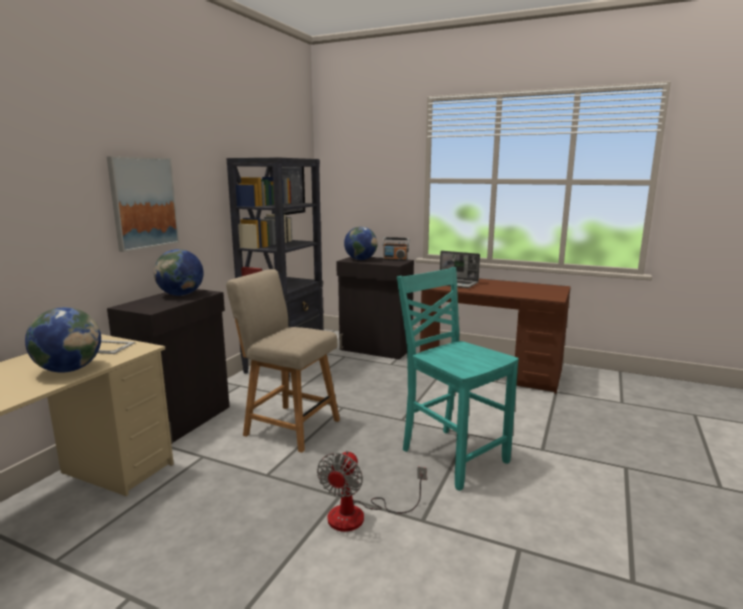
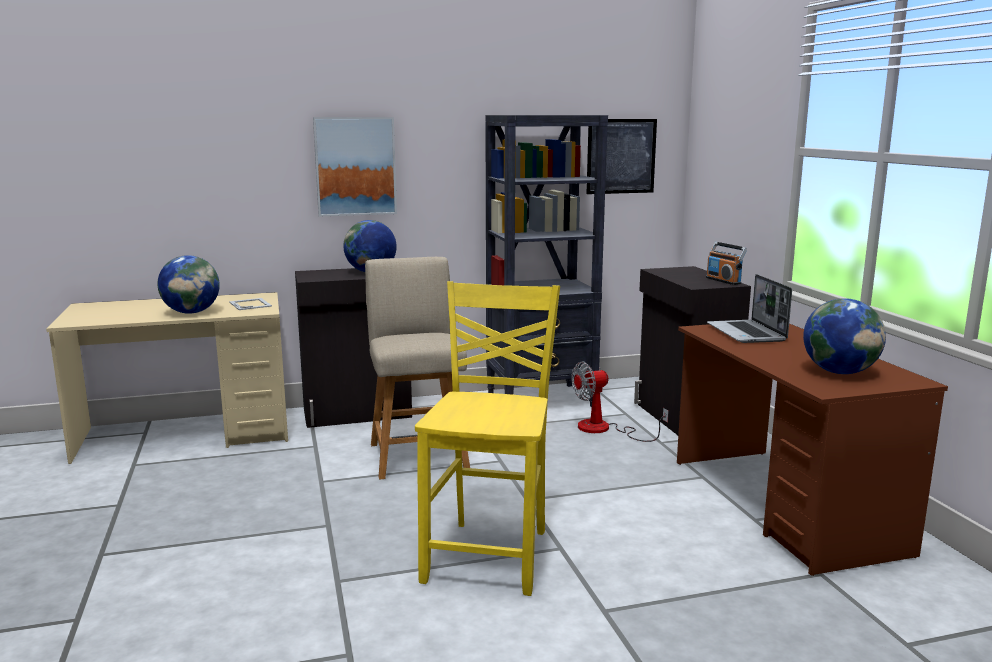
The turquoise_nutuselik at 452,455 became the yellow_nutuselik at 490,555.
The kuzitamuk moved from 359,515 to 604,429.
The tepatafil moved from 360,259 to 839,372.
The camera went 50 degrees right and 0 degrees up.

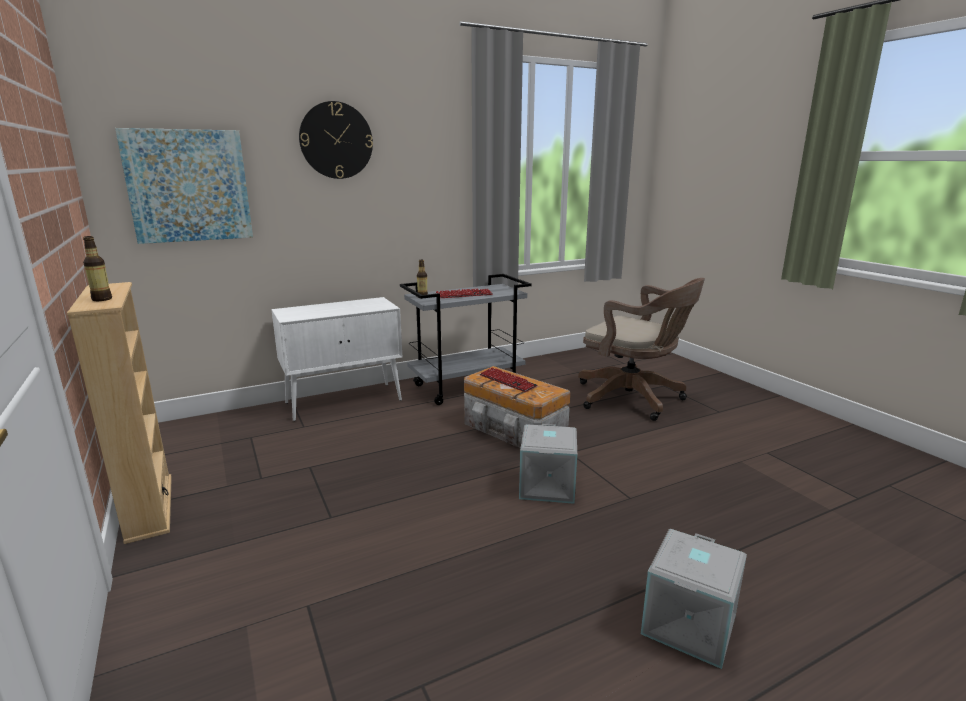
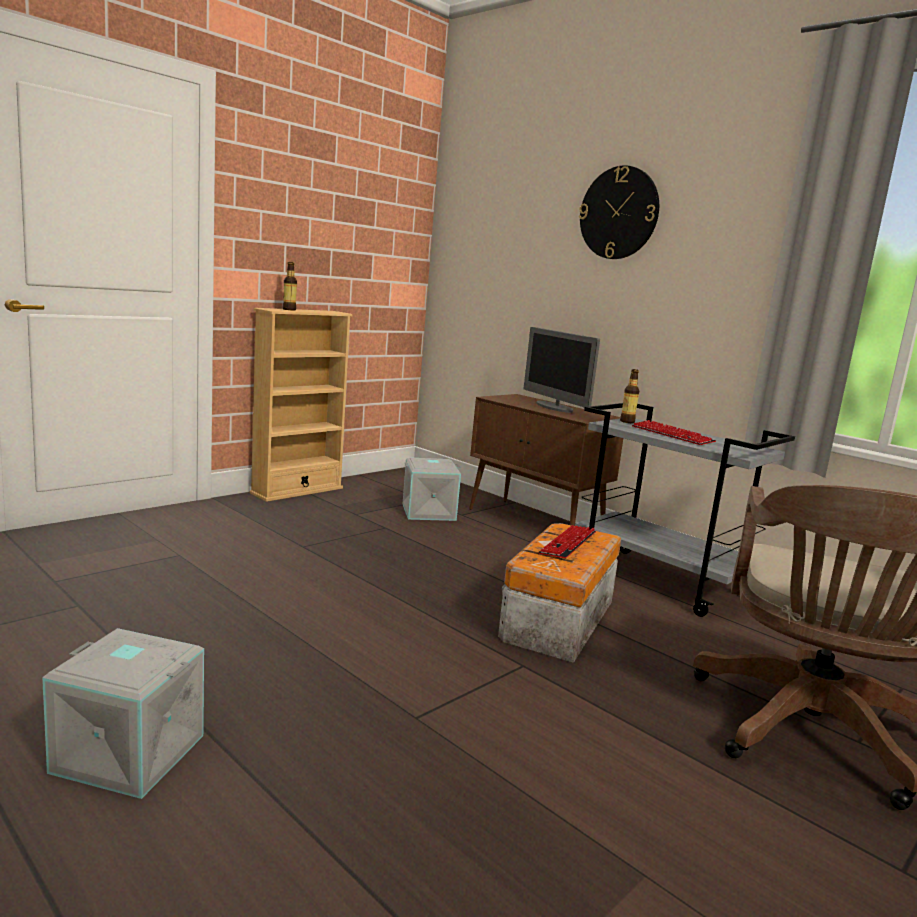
The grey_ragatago moved from 548,486 to 428,512.
The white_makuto at 345,401 became the brown_makuto at 536,523.
The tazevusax at 554,407 appeared.
The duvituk at 188,186 disappeared.
The camera went 70 degrees right and 5 degrees down.

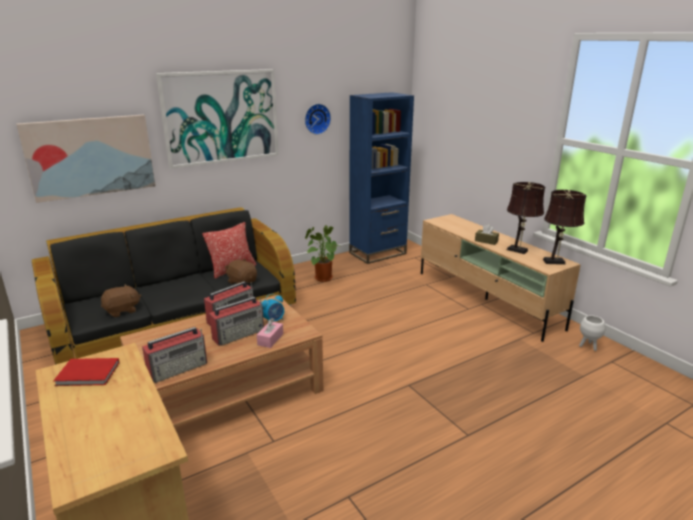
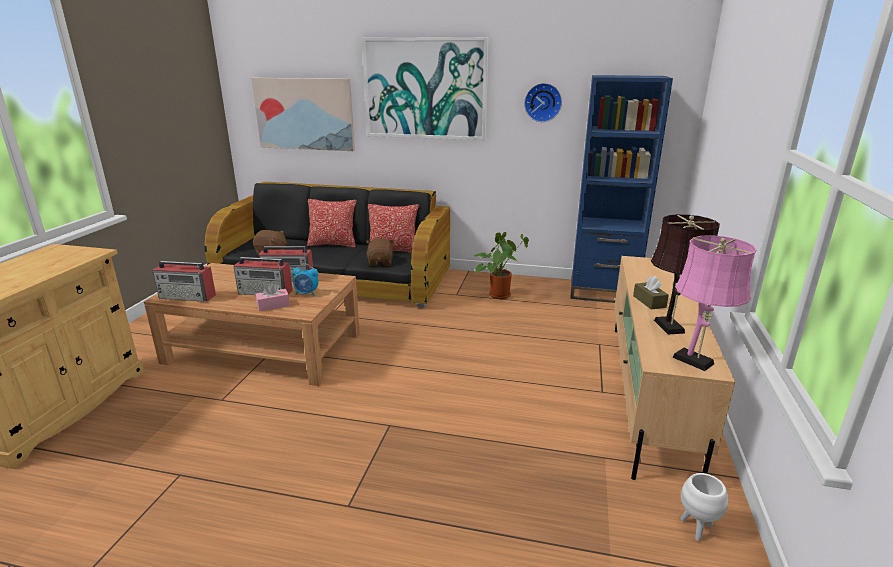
The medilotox at 333,244 appeared.
The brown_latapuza at 556,262 became the pink_latapuza at 696,362.
The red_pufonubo at 89,374 disappeared.
The camera went 45 degrees right and 0 degrees up.

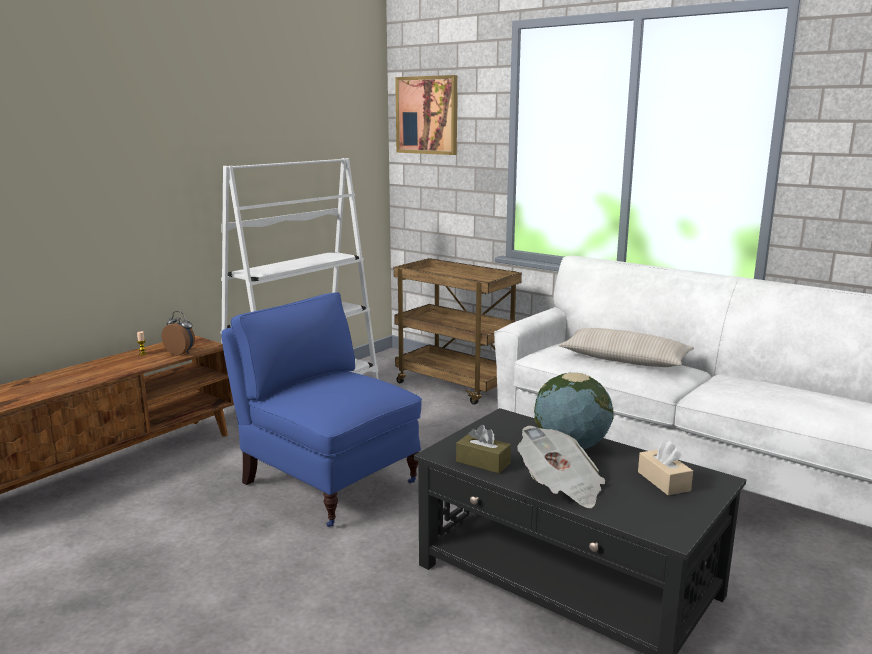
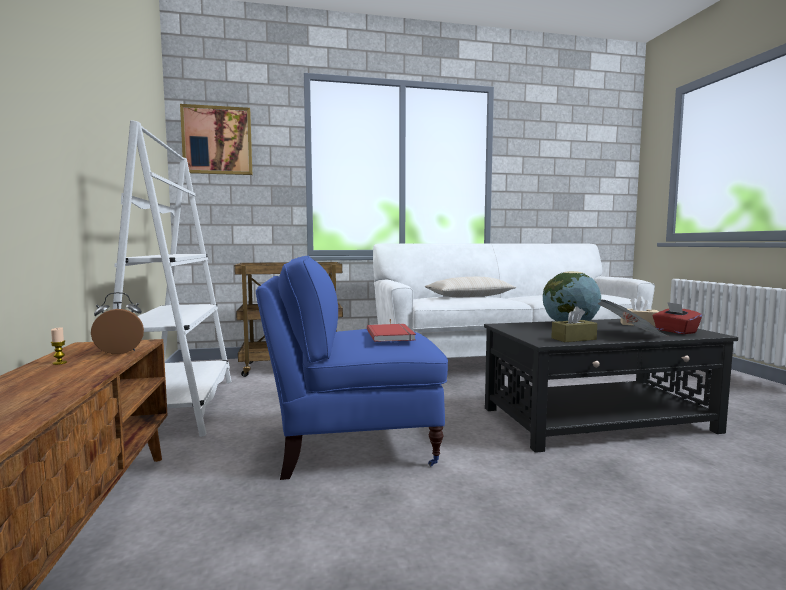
The red_pufonubo at 392,335 appeared.
The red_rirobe at 675,331 appeared.
The camera went 50 degrees left and 10 degrees down.

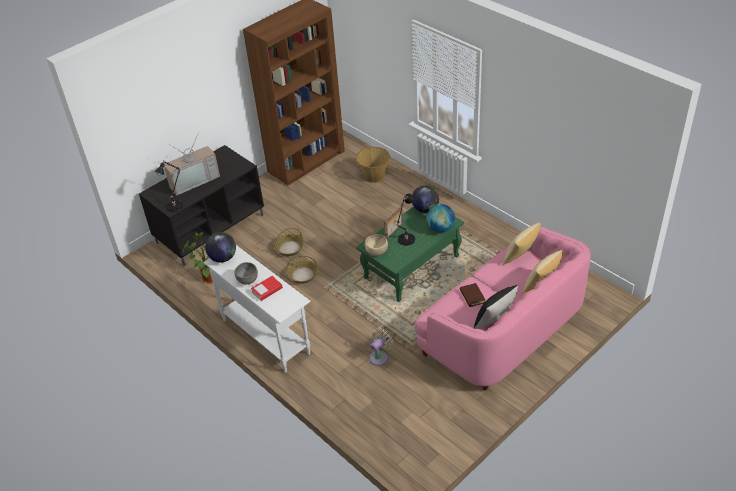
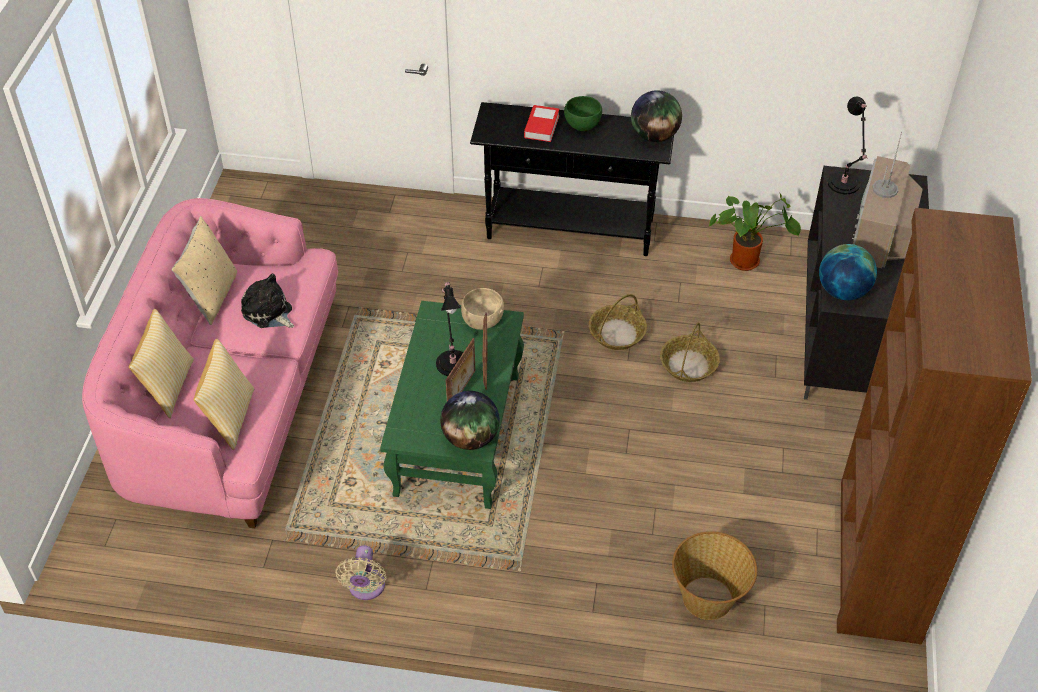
The black_medilotox at 494,321 became the beige_medilotox at 212,296.
The brown_pufonubo at 472,296 was replaced by the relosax at 268,313.
The beige_kuzitamuk moved from 380,356 to 366,588.
The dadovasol at 462,391 appeared.
The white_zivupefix at 265,336 became the black_zivupefix at 570,230.
The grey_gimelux at 247,280 became the green_gimelux at 583,126.
The tepatafil moved from 440,228 to 842,291.
The camera went 140 degrees right and 5 degrees up.

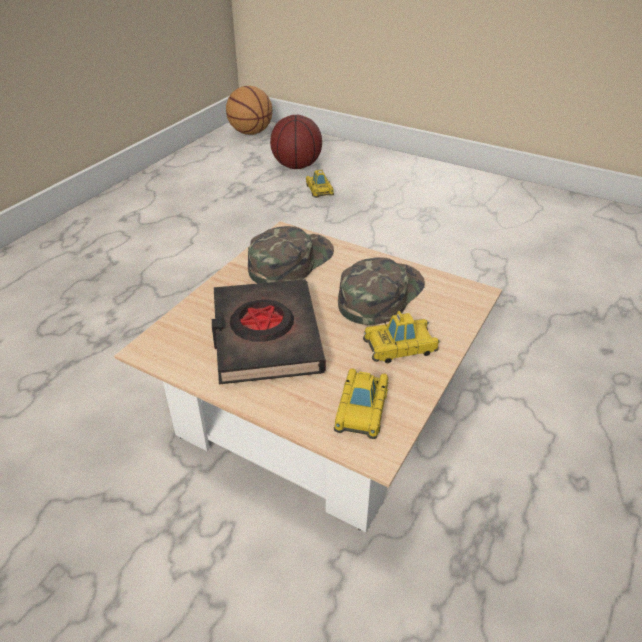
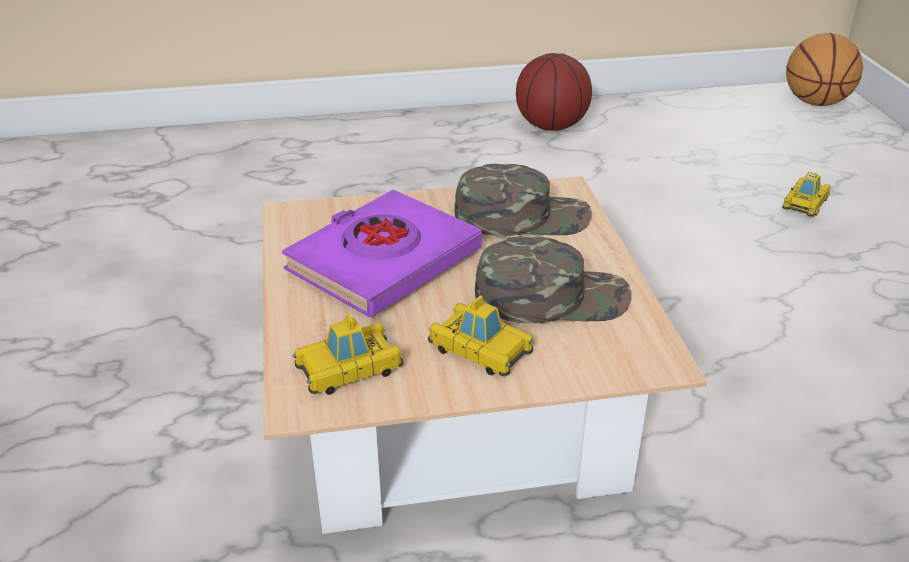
The black_pufonubo at 265,337 became the purple_pufonubo at 383,261.
The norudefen moved from 297,166 to 552,126.
The camera went 50 degrees right and 5 degrees down.

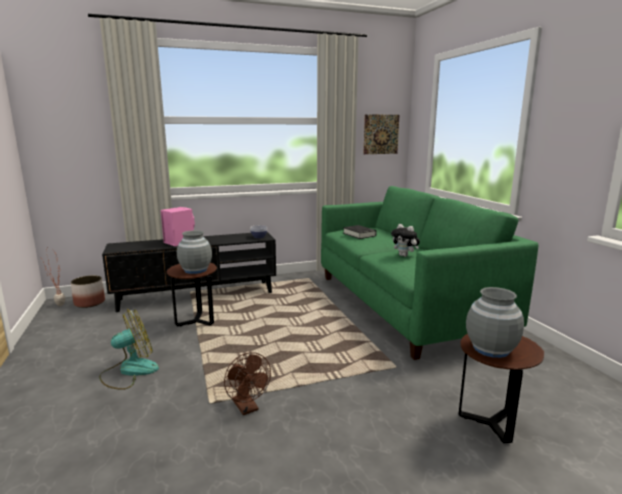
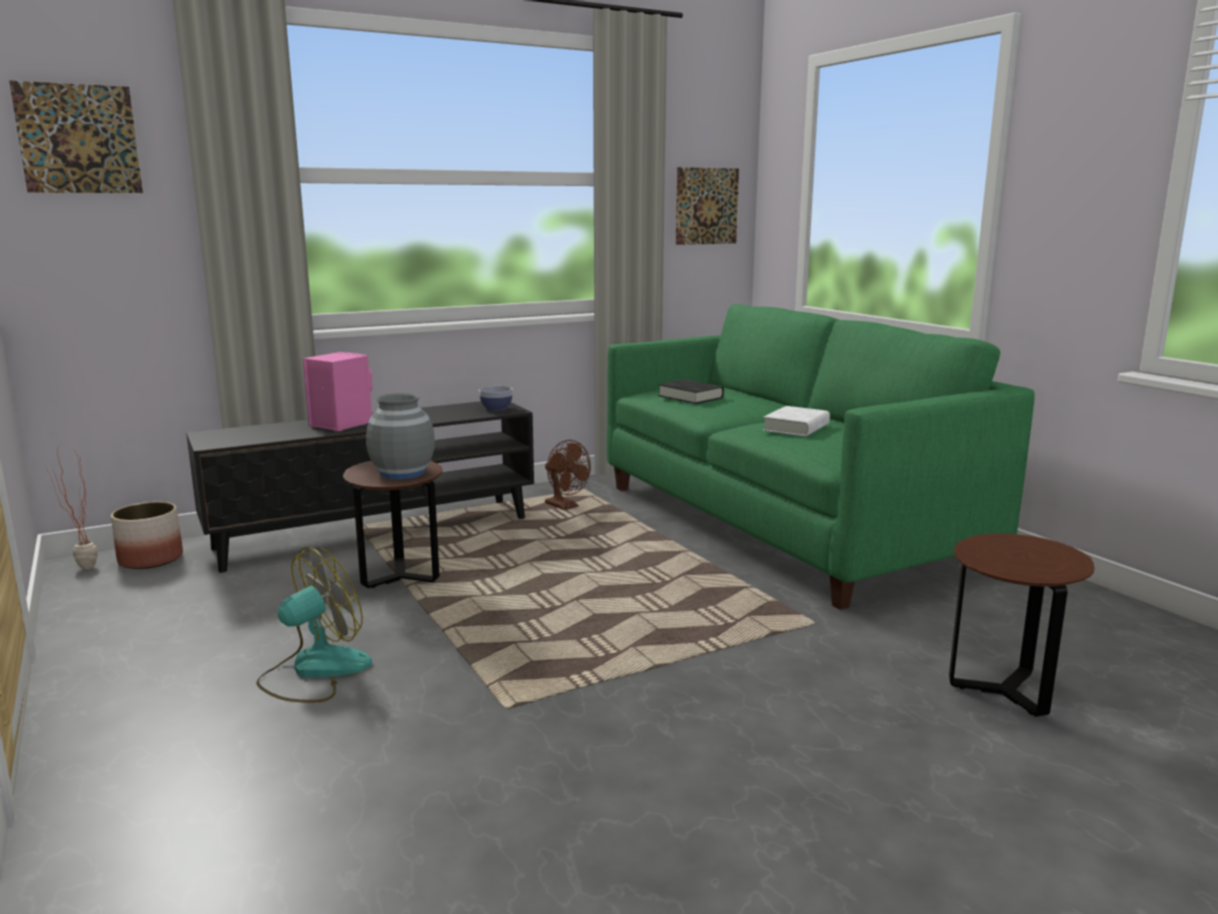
The duvituk at 78,139 appeared.
The brown_kuzitamuk moved from 247,408 to 565,507.
The relosax at 404,256 was replaced by the white_pufonubo at 796,427.
The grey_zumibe at 491,349 disappeared.
The camera went 10 degrees left and 0 degrees up.

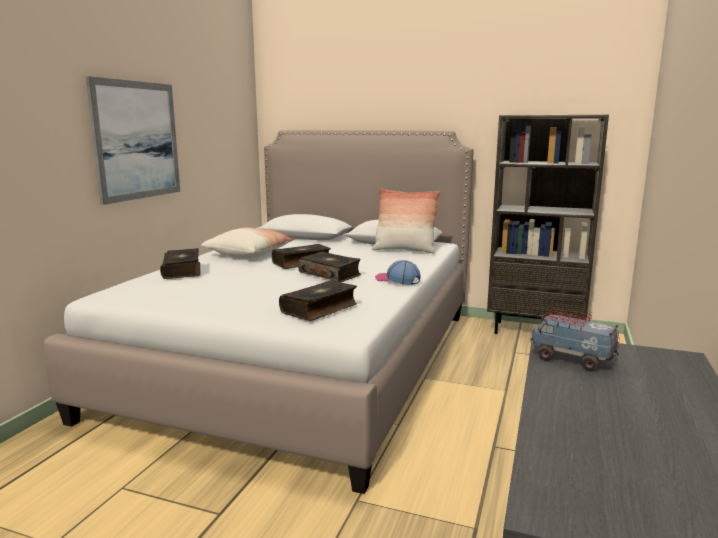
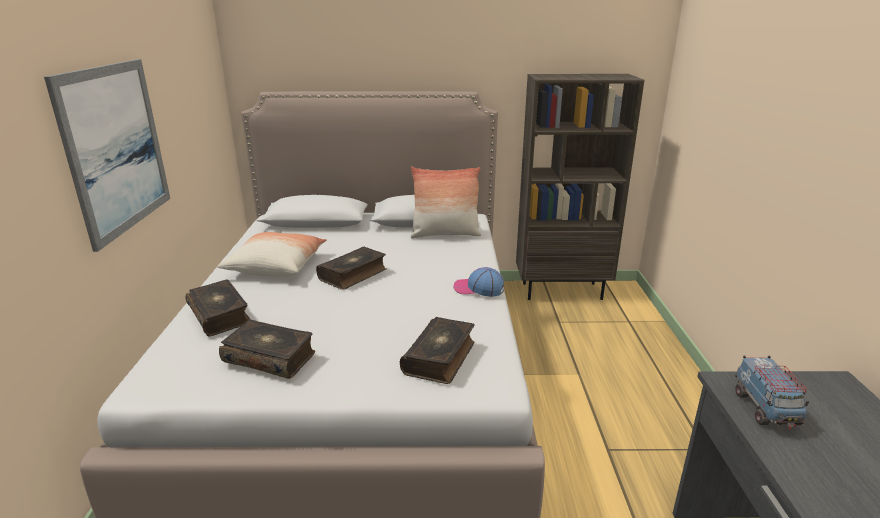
The pufonubo moved from 330,274 to 270,357.
The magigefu at 571,359 turned 105 degrees counterclockwise.
The camera went 20 degrees left and 10 degrees up.

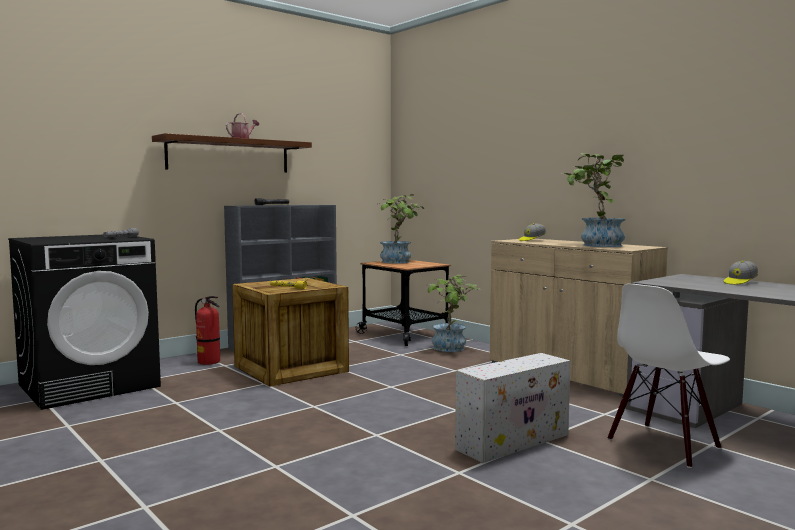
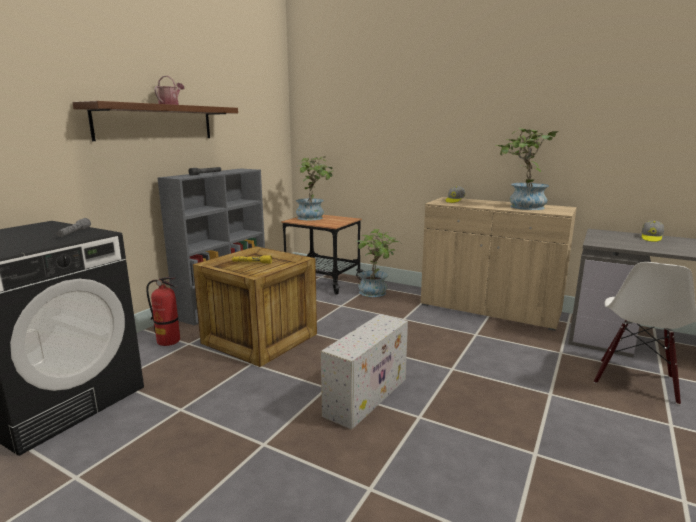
The white_ragatago moved from 514,441 to 367,395.
The camera went 20 degrees left and 10 degrees up.

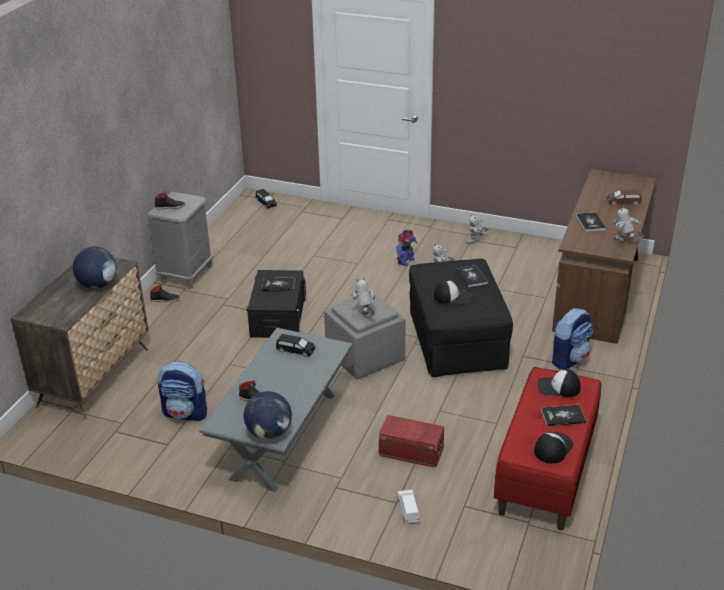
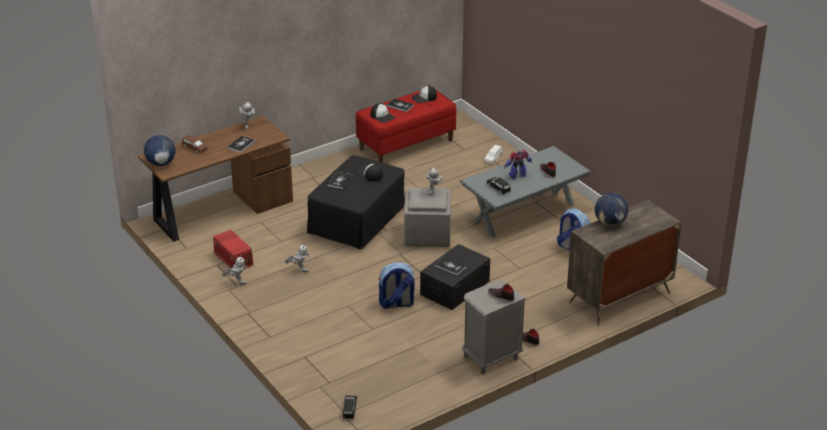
The tepatafil moved from 269,433 to 161,163.
The red_ragatago moved from 411,452 to 233,258.
The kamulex moved from 569,359 to 396,304.
The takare moved from 405,261 to 518,176.
The camera went 145 degrees left and 0 degrees up.

